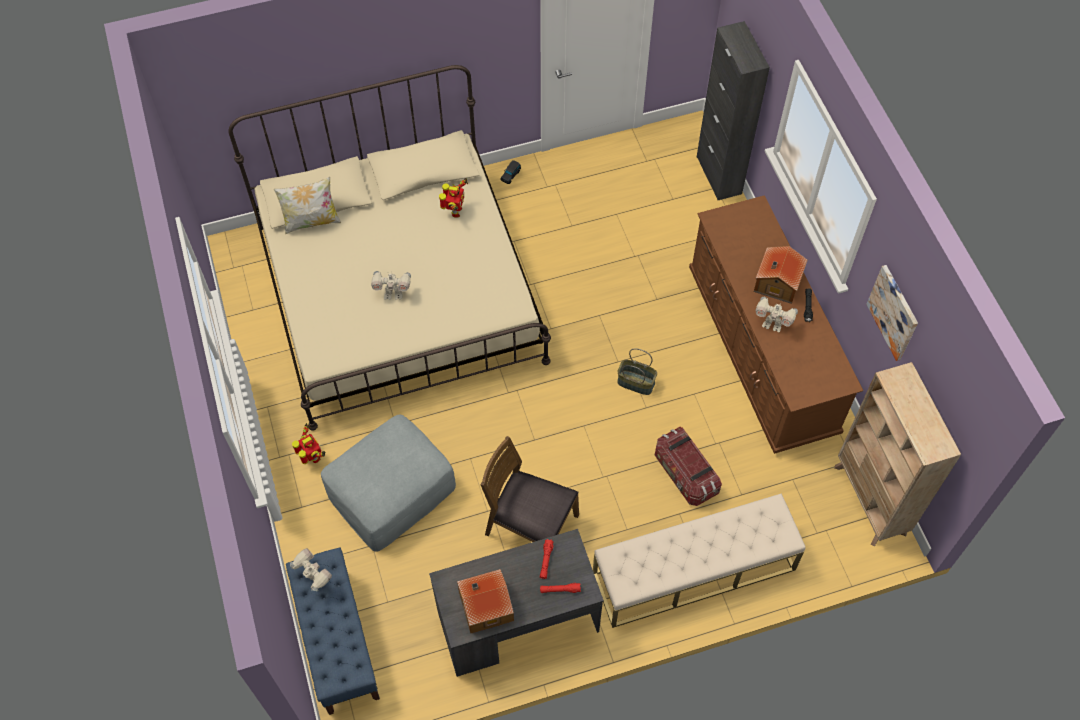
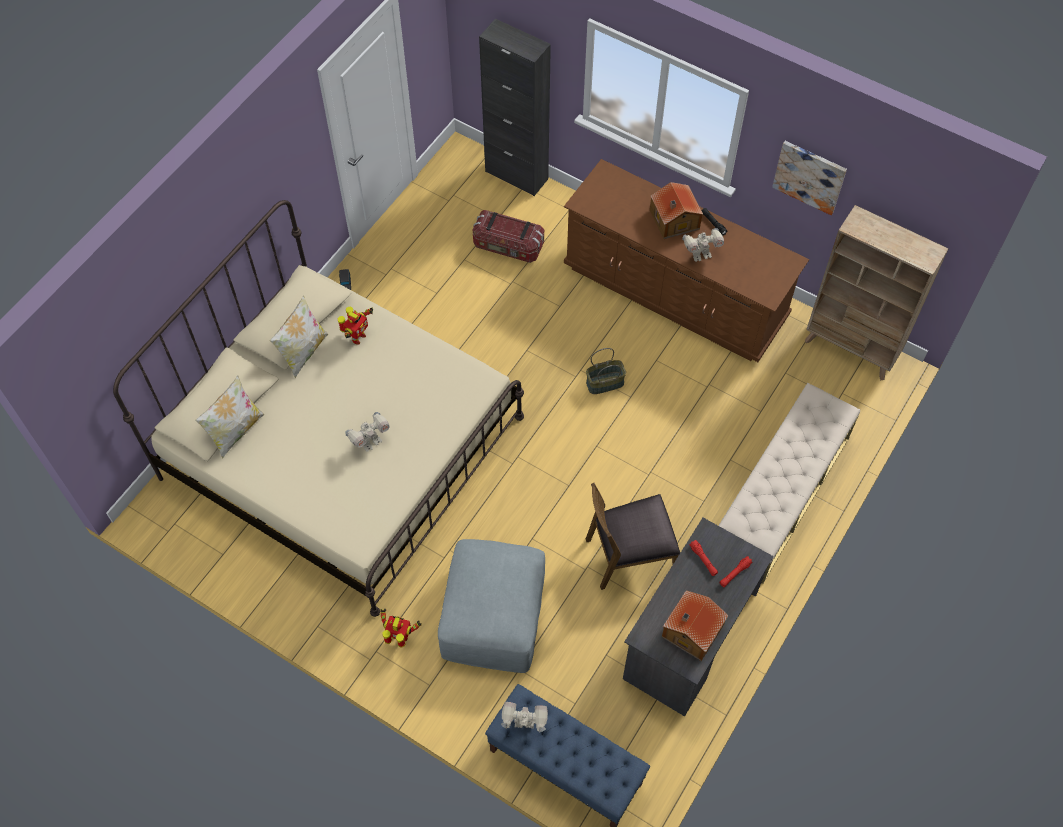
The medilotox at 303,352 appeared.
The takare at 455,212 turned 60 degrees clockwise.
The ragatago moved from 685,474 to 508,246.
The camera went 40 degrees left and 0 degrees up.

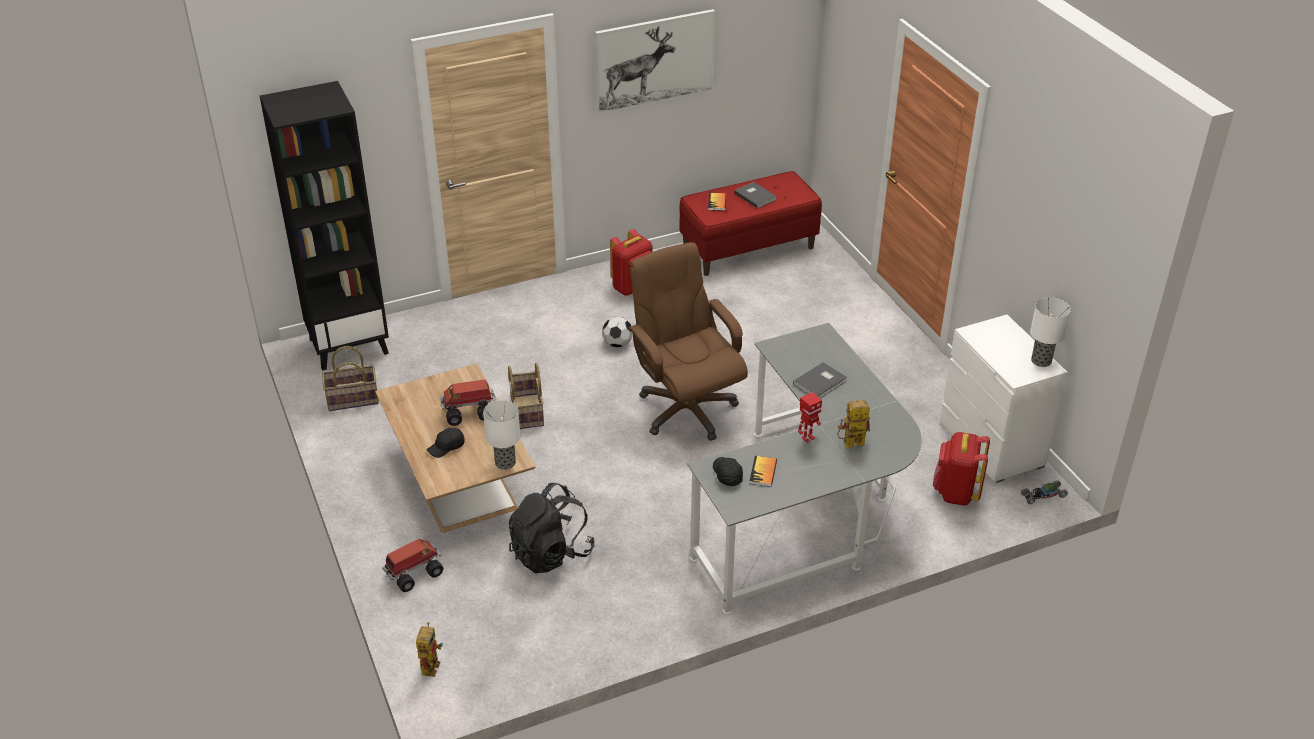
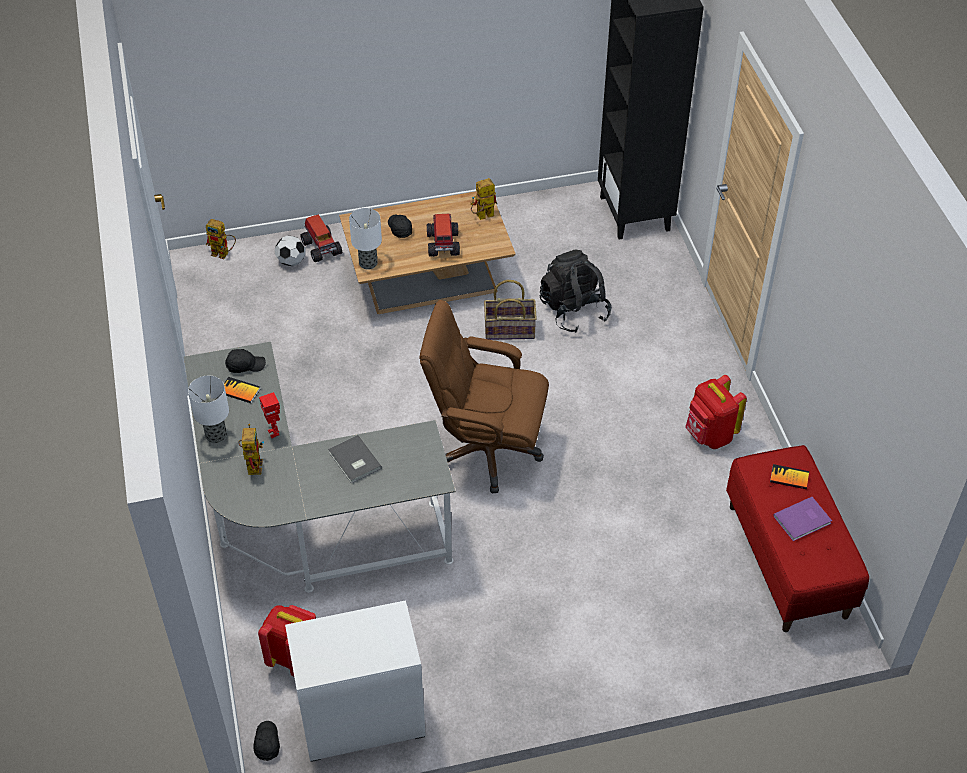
The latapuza moved from 1041,360 to 216,435.
The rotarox at 1043,495 was replaced by the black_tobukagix at 266,743.
The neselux moved from 617,344 to 291,262.
The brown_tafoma at 686,409 turned 150 degrees counterclockwise.
The takare at 482,217 appeared.
The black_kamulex moved from 551,553 to 574,310.
The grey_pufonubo at 755,196 became the purple_pufonubo at 803,520.
The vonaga at 352,400 disappeared.
The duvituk at 654,60 disappeared.
The camera went 100 degrees right and 10 degrees up.

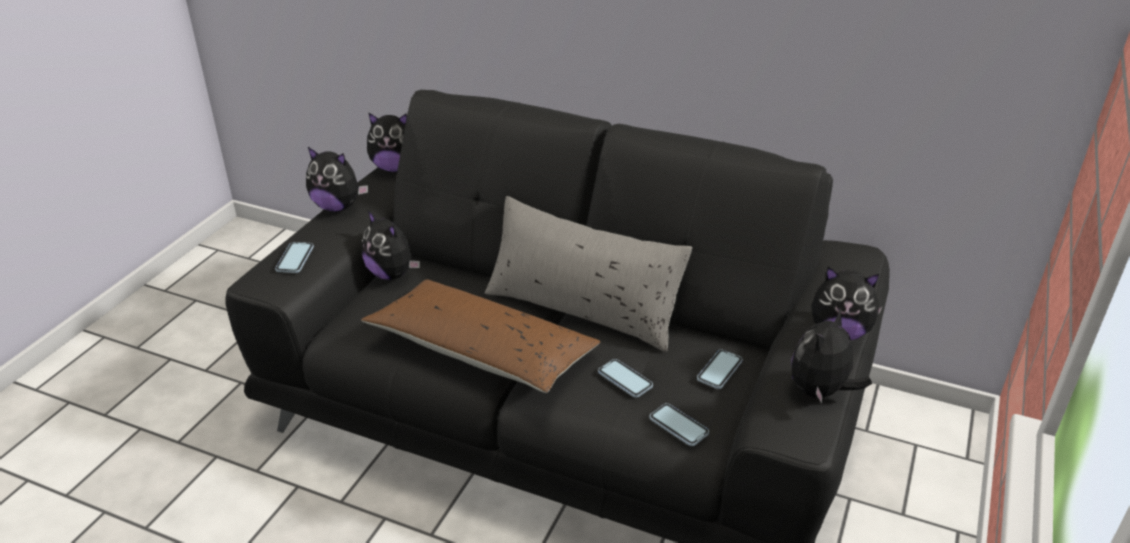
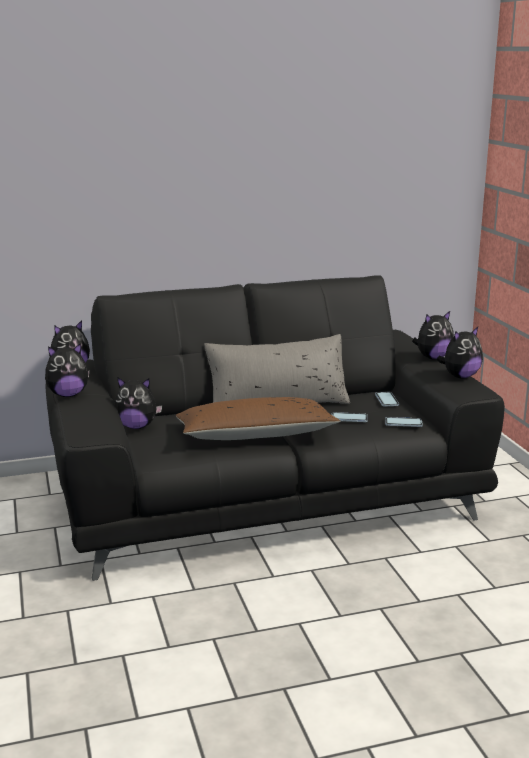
The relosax at 820,391 turned 120 degrees counterclockwise.
The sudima at 295,259 disappeared.
The camera went 40 degrees left and 15 degrees down.

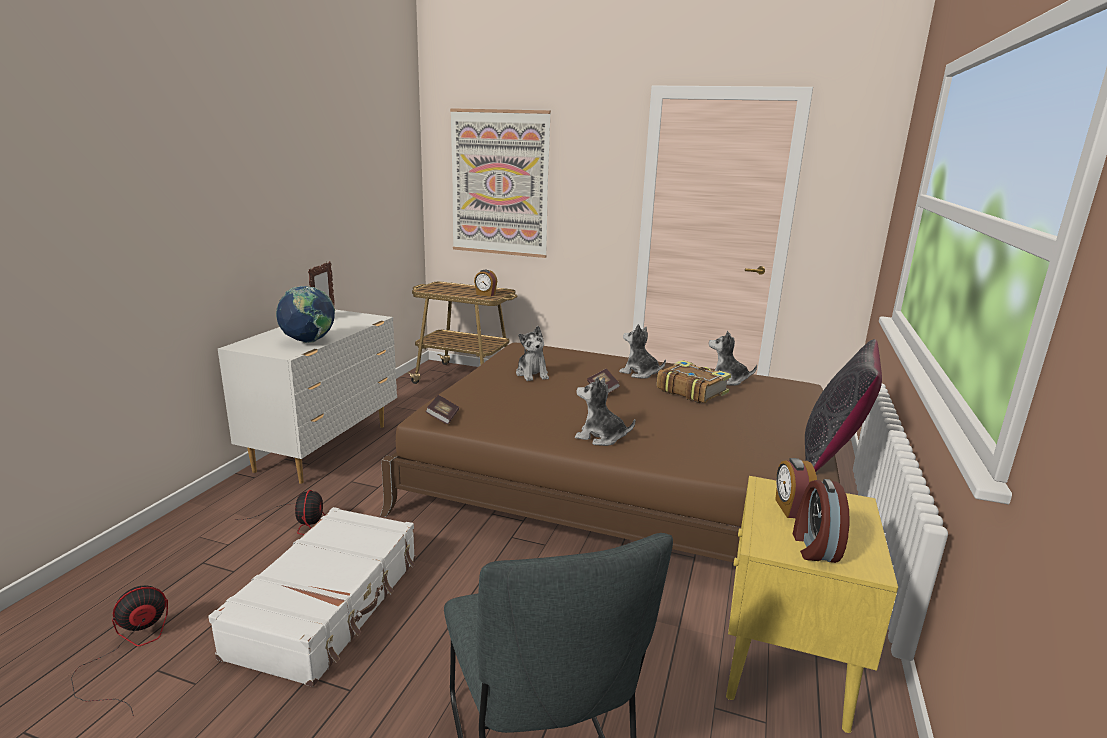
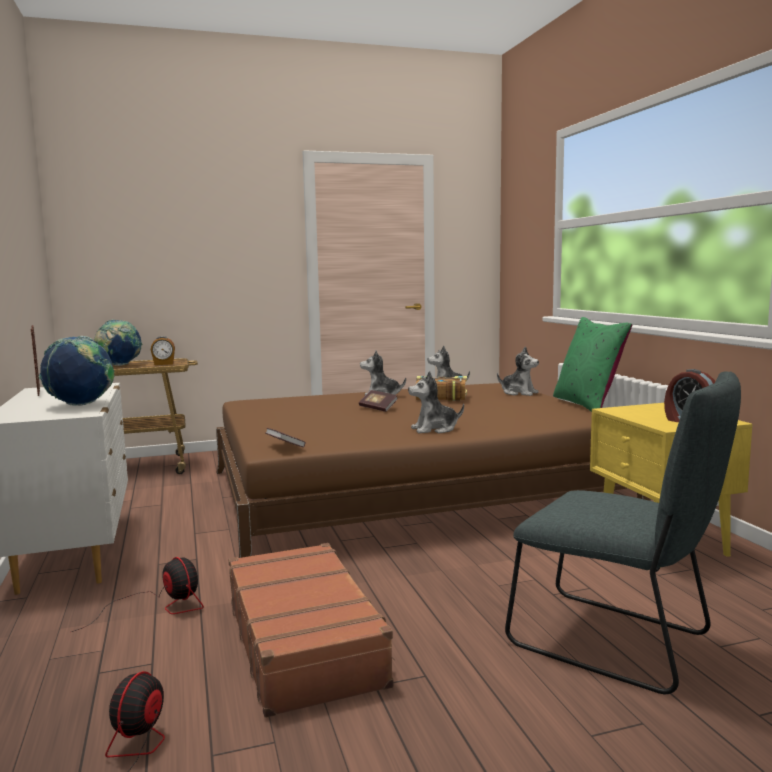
The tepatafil at 119,365 appeared.
The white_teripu at 329,605 became the brown_teripu at 305,642.
The relosax moved from 532,374 to 519,393.
The black_medilotox at 832,455 became the green_medilotox at 588,405.
The duvituk at 499,183 disappeared.
The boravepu at 790,508 disappeared.
The camera went 35 degrees left and 10 degrees down.

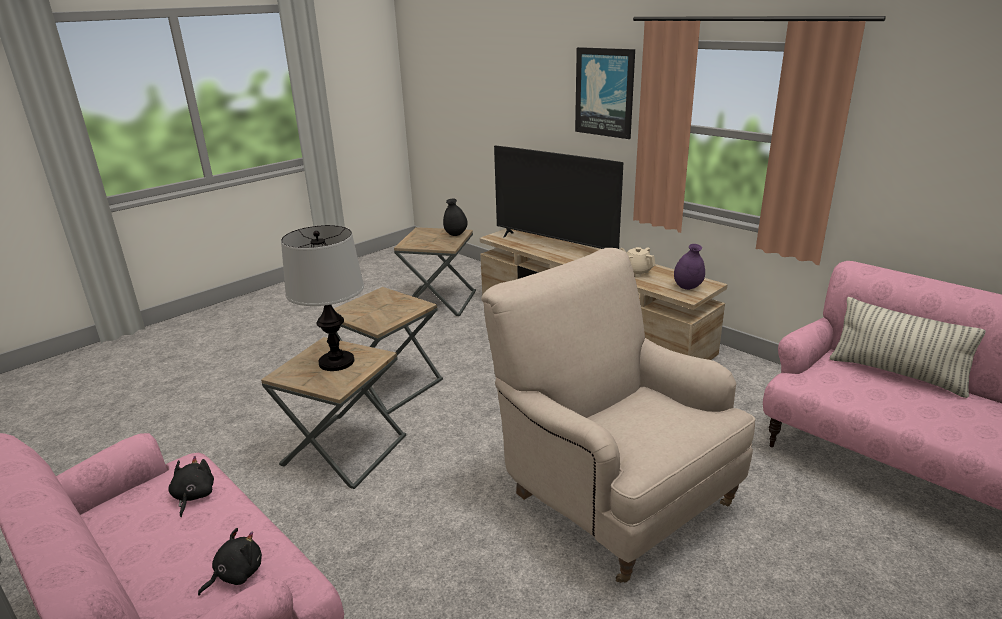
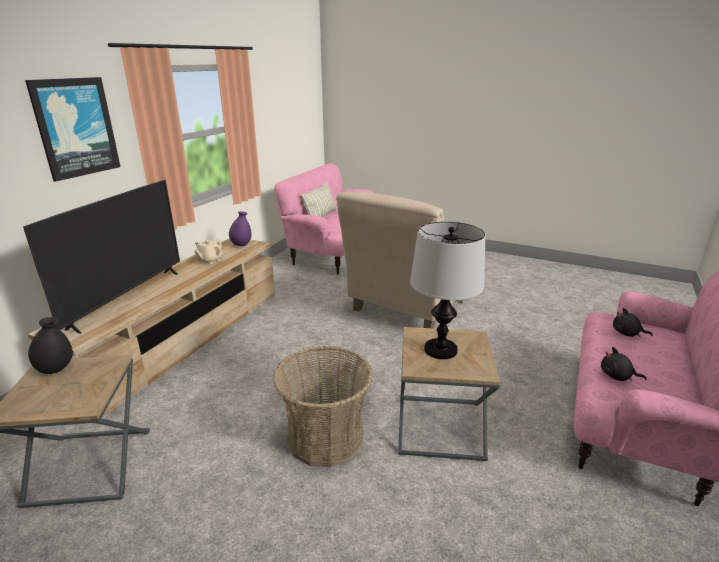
The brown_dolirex at 389,384 was replaced by the vonaga at 325,437.
The black_relosax at 193,496 turned 45 degrees clockwise.
The camera went 110 degrees left and 0 degrees up.

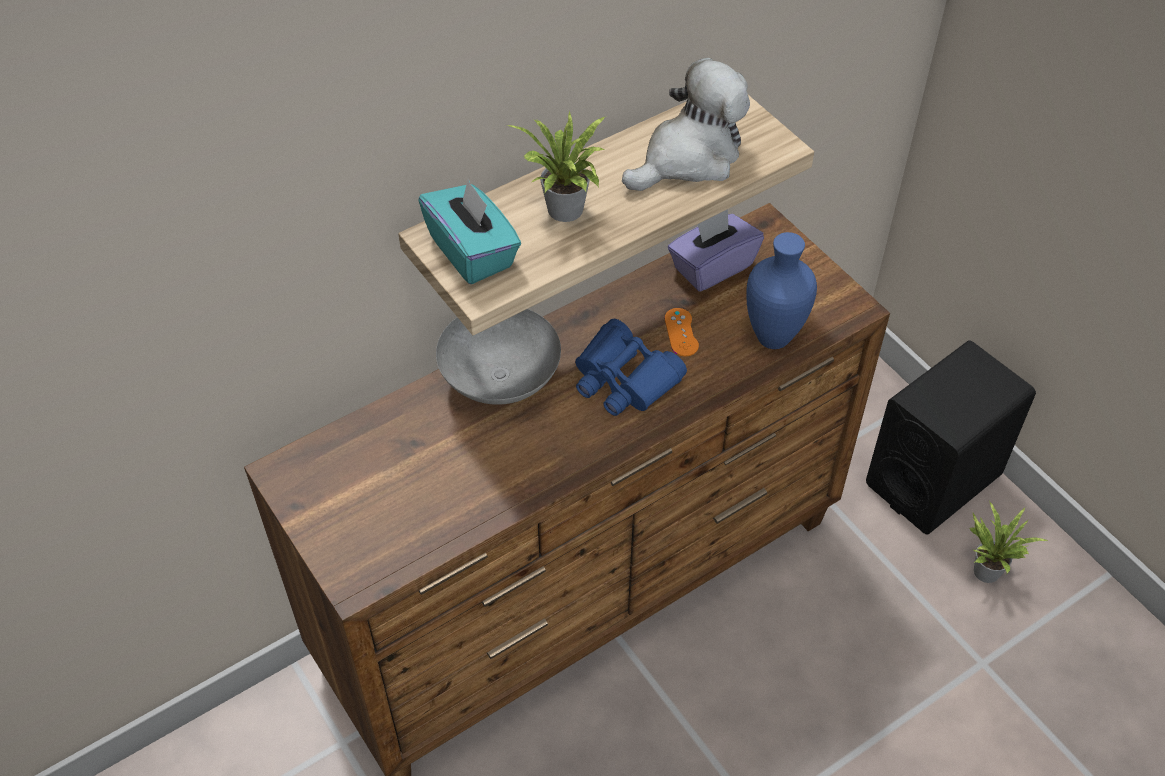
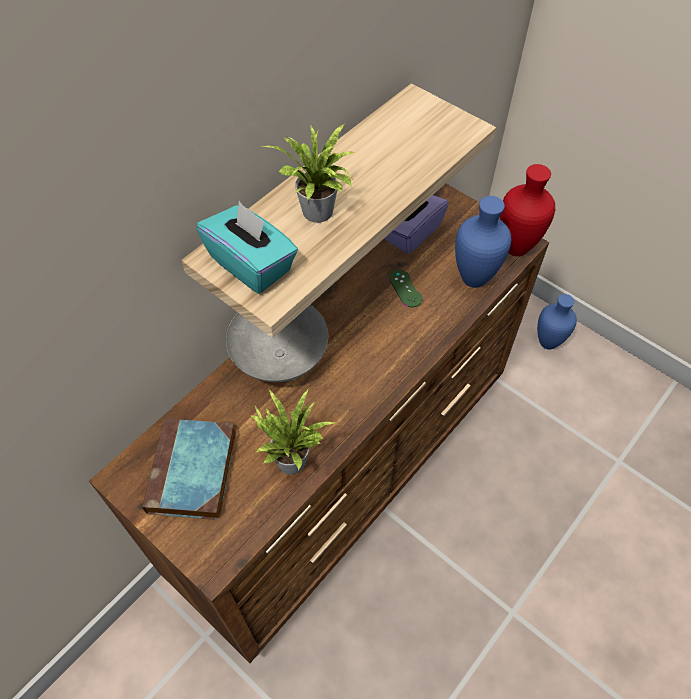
The pufonubo at 193,474 appeared.
The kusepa moved from 986,568 to 291,457.
The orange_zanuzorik at 681,332 became the green_zanuzorik at 405,288.
The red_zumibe at 517,248 appeared.
The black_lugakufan at 933,479 was replaced by the blue_zumibe at 549,343.
The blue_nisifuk at 624,379 disappeared.
The relosax at 689,158 disappeared.
The camera went 15 degrees left and 5 degrees up.

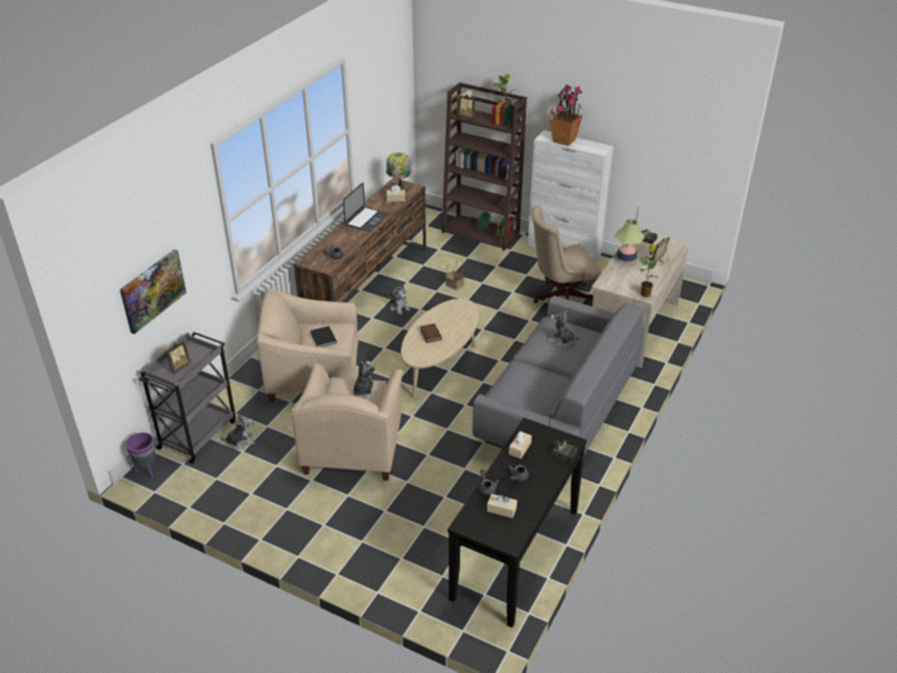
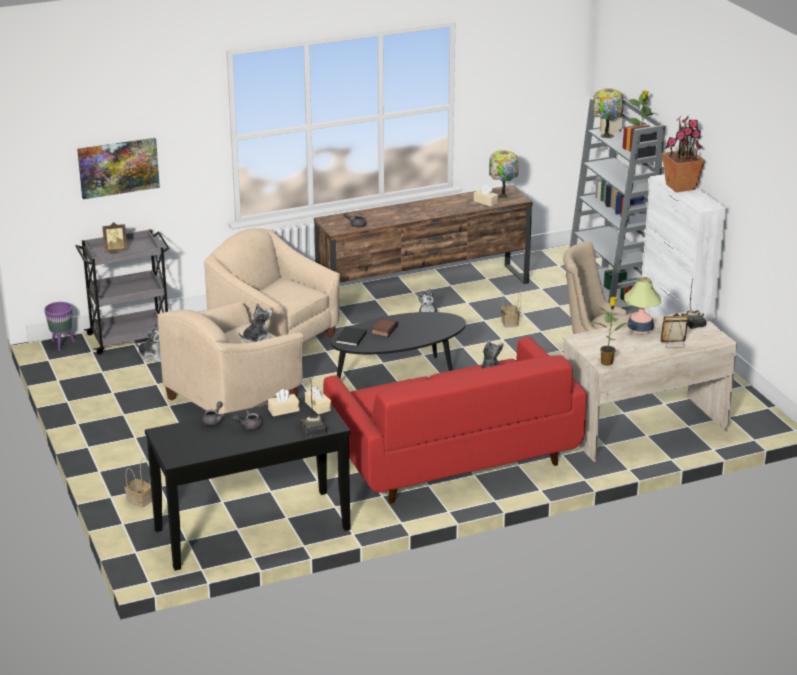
The vonaga at 141,500 appeared.
The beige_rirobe moved from 501,509 to 318,406.
The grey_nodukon at 557,411 became the red_nodukon at 452,455.
The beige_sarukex at 441,364 became the black_sarukex at 399,376.
The black_pufonubo moved from 323,338 to 350,338.
The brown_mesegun at 481,232 became the grey_mesegun at 608,291.
The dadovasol at 466,116 was replaced by the latapuza at 606,135.
The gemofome at 366,219 disappeared.
The camera went 40 degrees right and 10 degrees down.

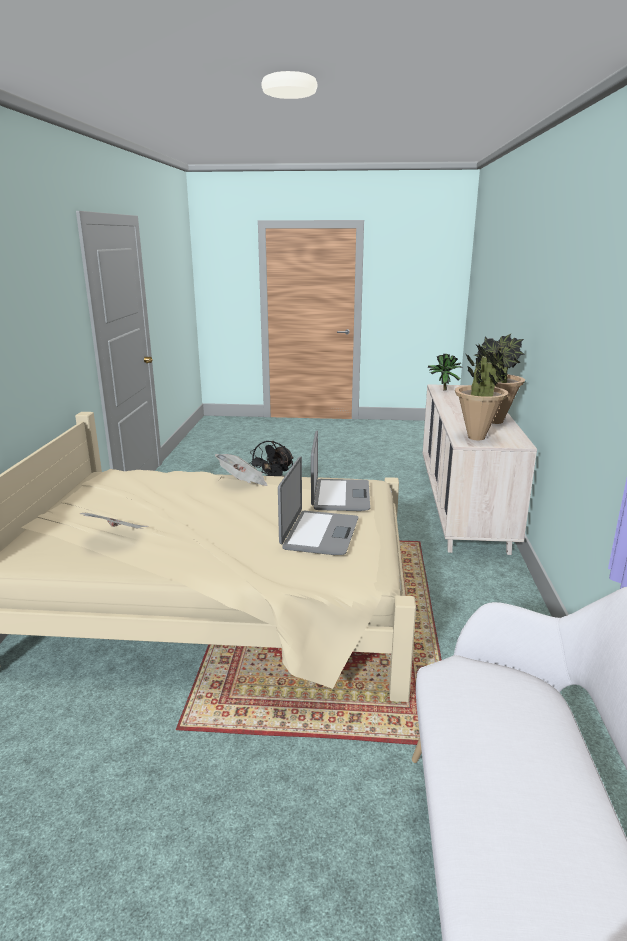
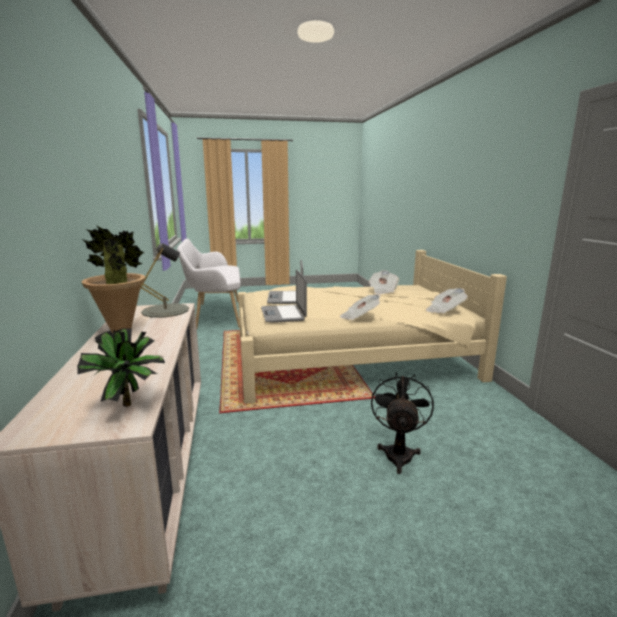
The kusepa at 476,438 was replaced by the grey_latapuza at 165,310.
The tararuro at 444,310 appeared.
The camera went 165 degrees right and 5 degrees down.

